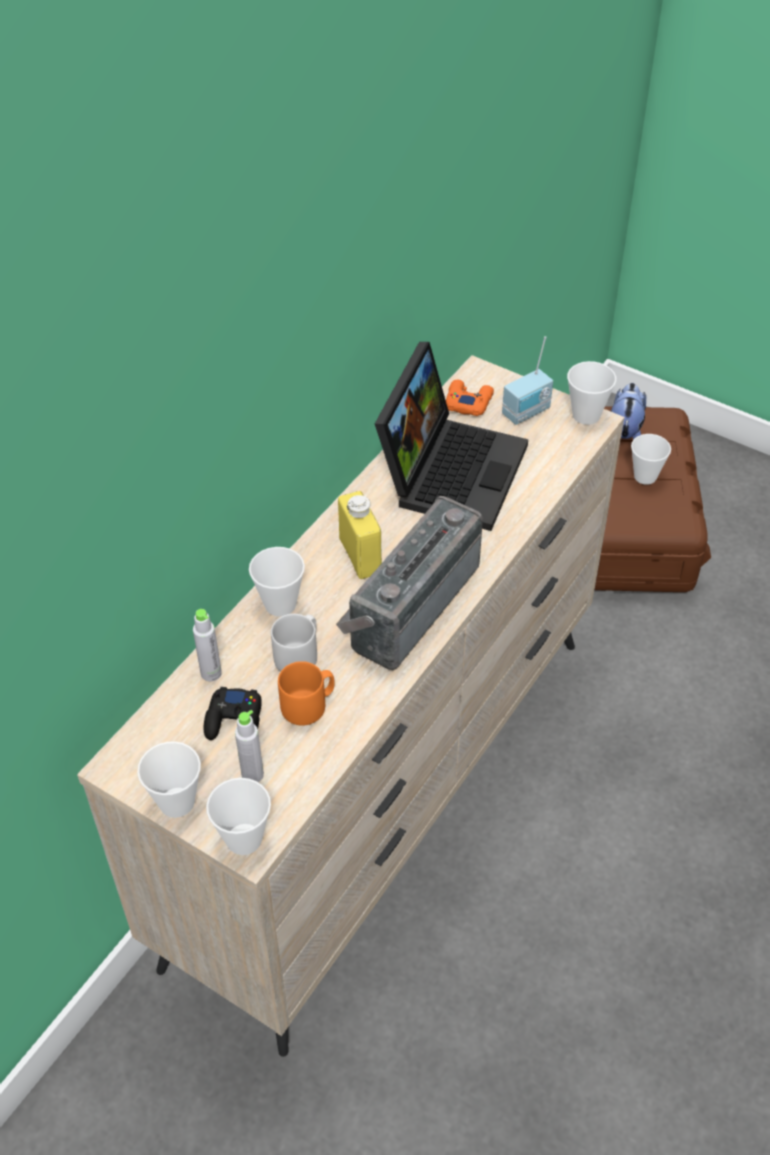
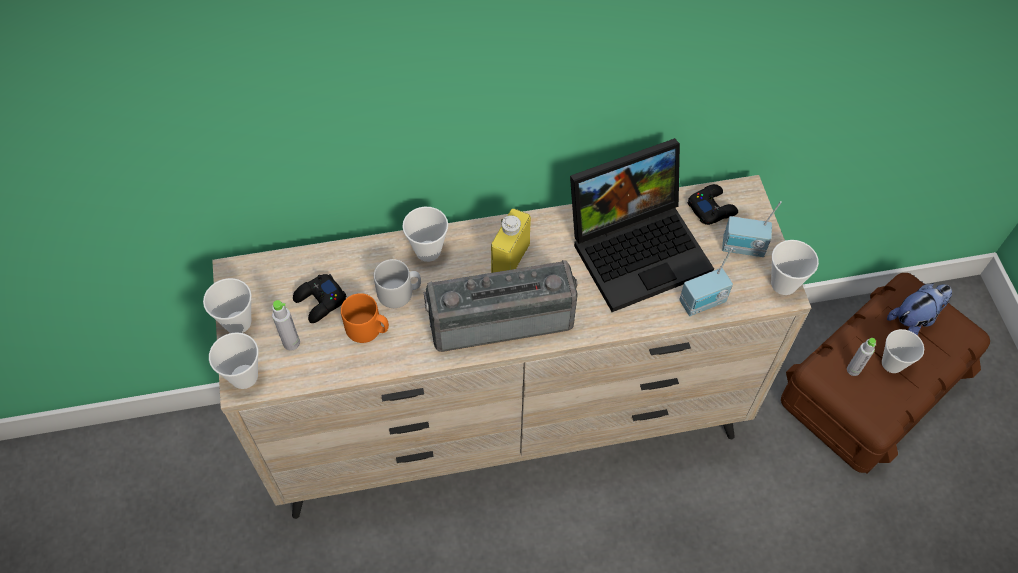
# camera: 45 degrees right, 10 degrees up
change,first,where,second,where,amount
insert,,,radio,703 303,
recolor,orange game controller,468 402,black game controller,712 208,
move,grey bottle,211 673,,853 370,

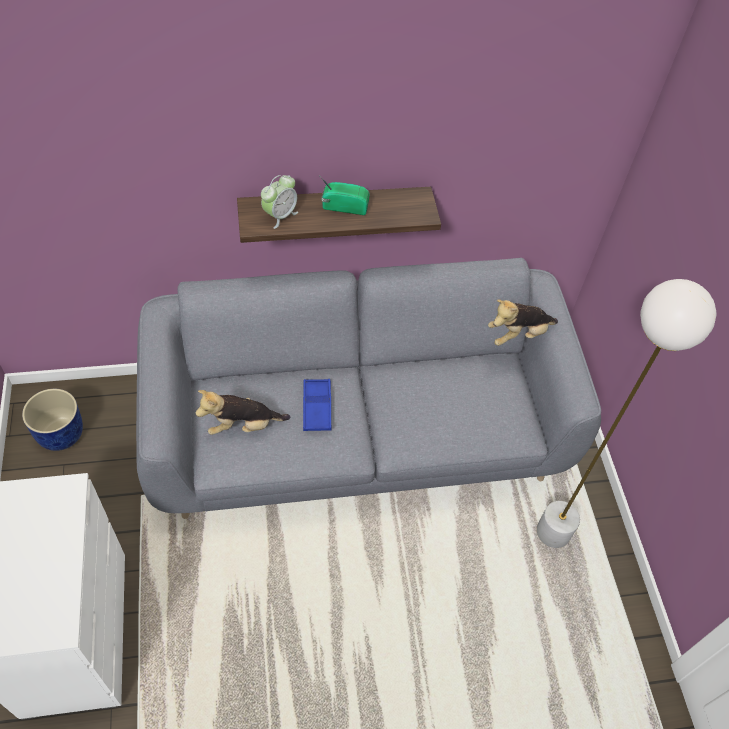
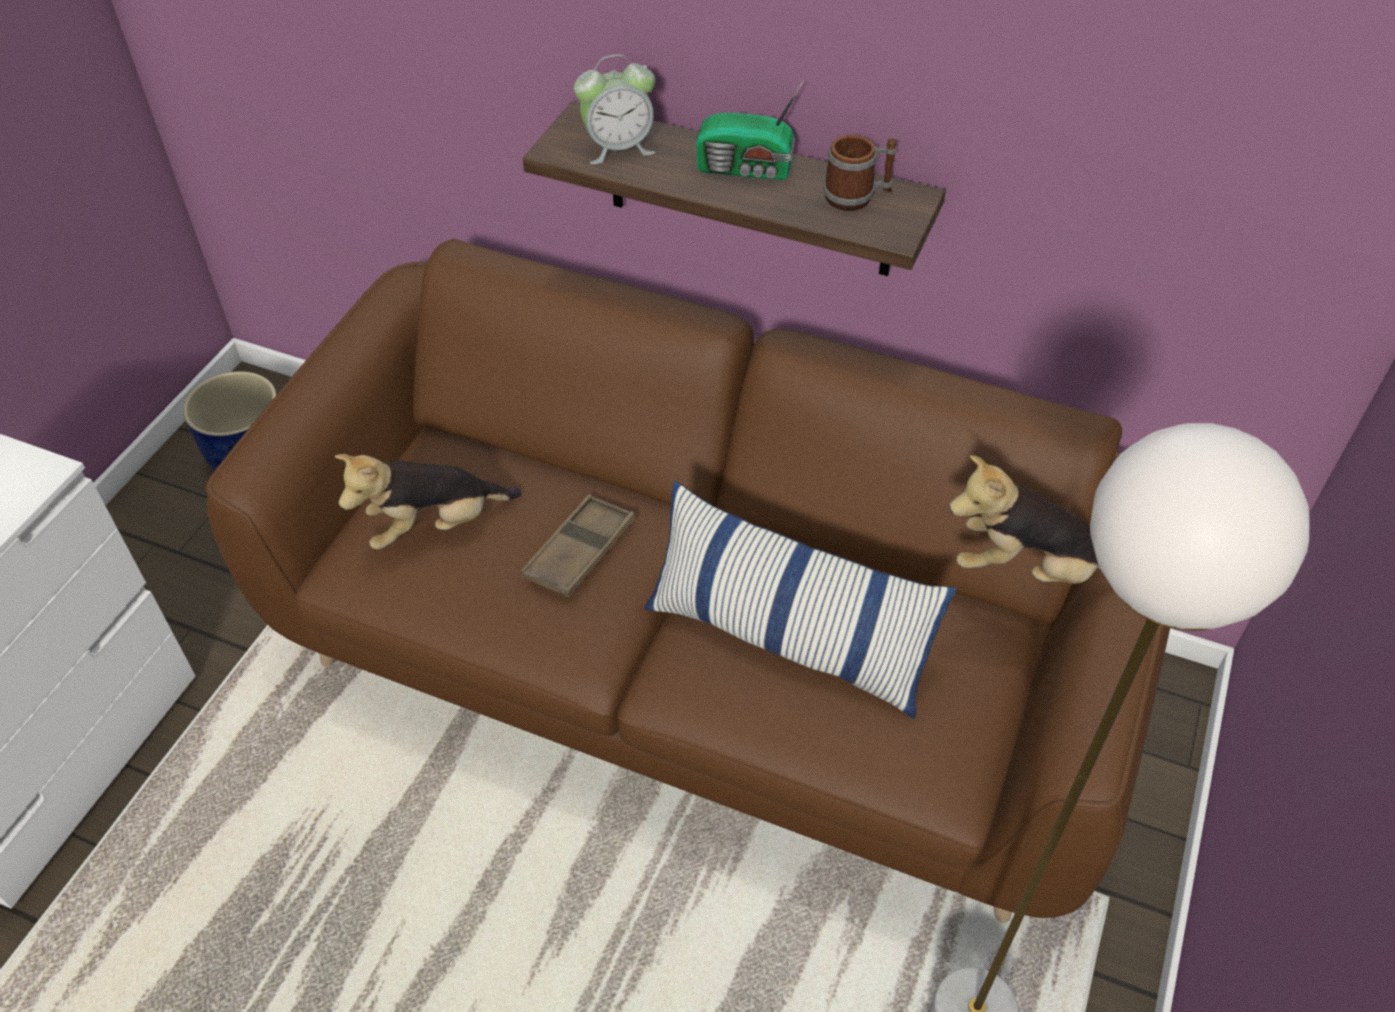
# camera: 35 degrees right, 5 degrees down
change,first,where,second,where,amount
recolor,grey sofa,357 435,brown sofa,697 666,
rotate,plush toy,242 425,,434 526,45 degrees counterclockwise
recolor,blue tray,317 407,brown tray,579 551,
insert,,,pillow,787 637,
rotate,radio,344 206,,747 169,150 degrees clockwise
insert,,,mug,857 196,

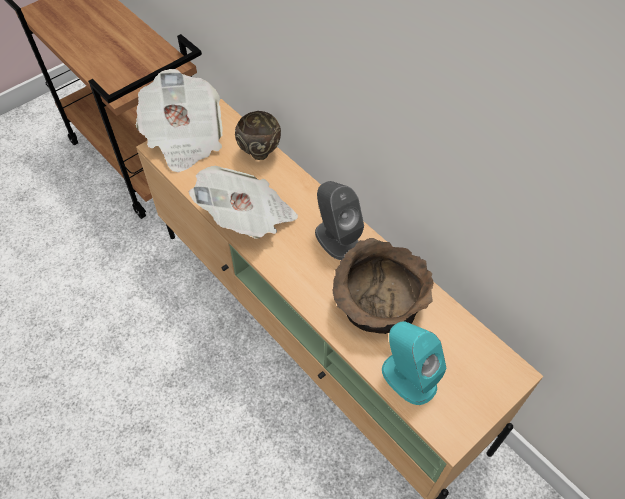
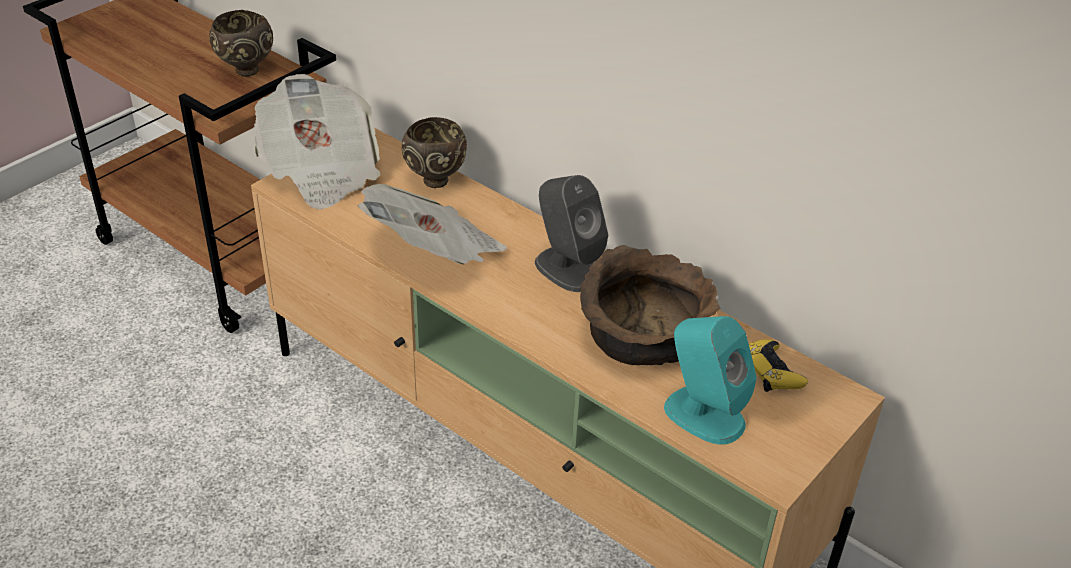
# camera: 10 degrees left, 15 degrees down
change,first,where,second,where,amount
insert,,,brown bowl,245 70,
insert,,,yellow game controller,772 371,

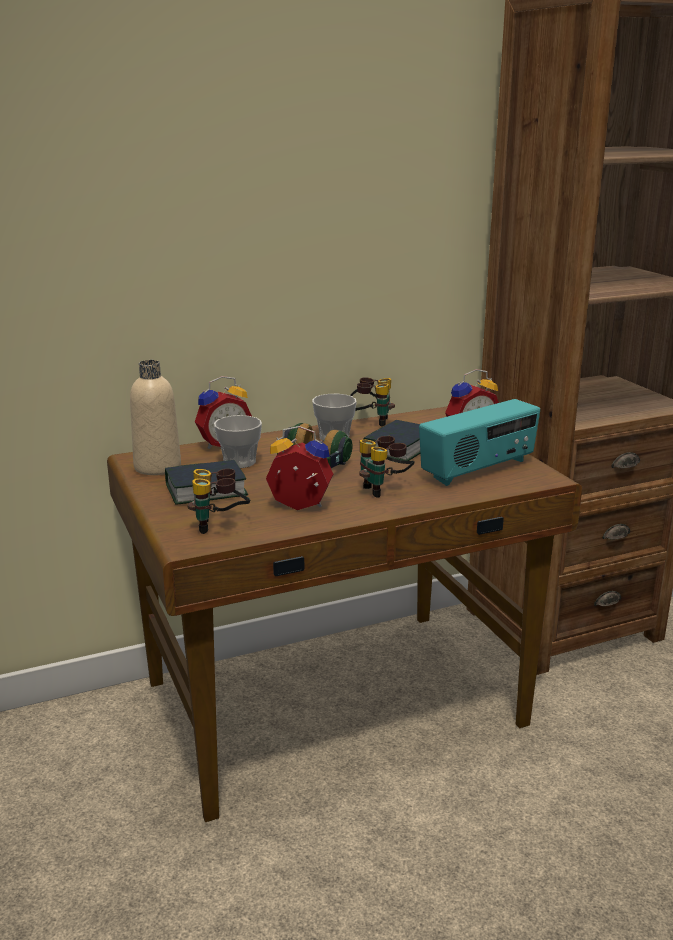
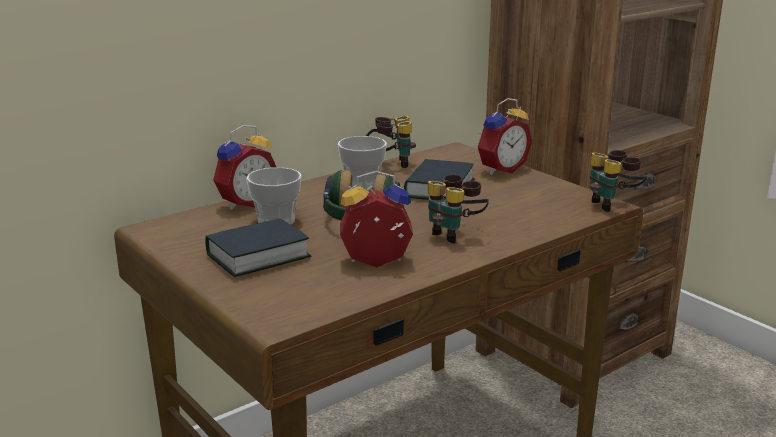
# camera: 15 degrees left, 0 degrees up
change,first,where,second,where,amount
move,binoculars,220 526,,613 205,
delete,beige bottle,157 467,,,
delete,radio,478 470,,,

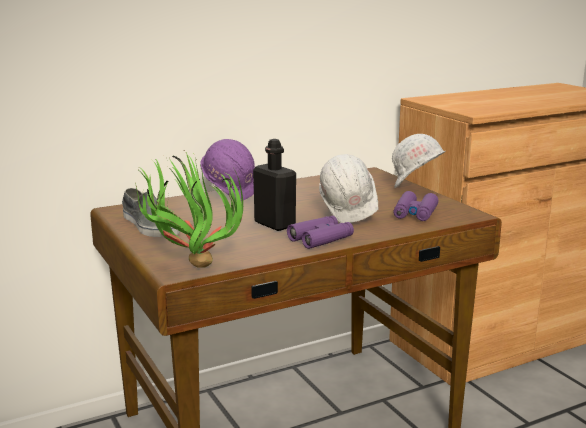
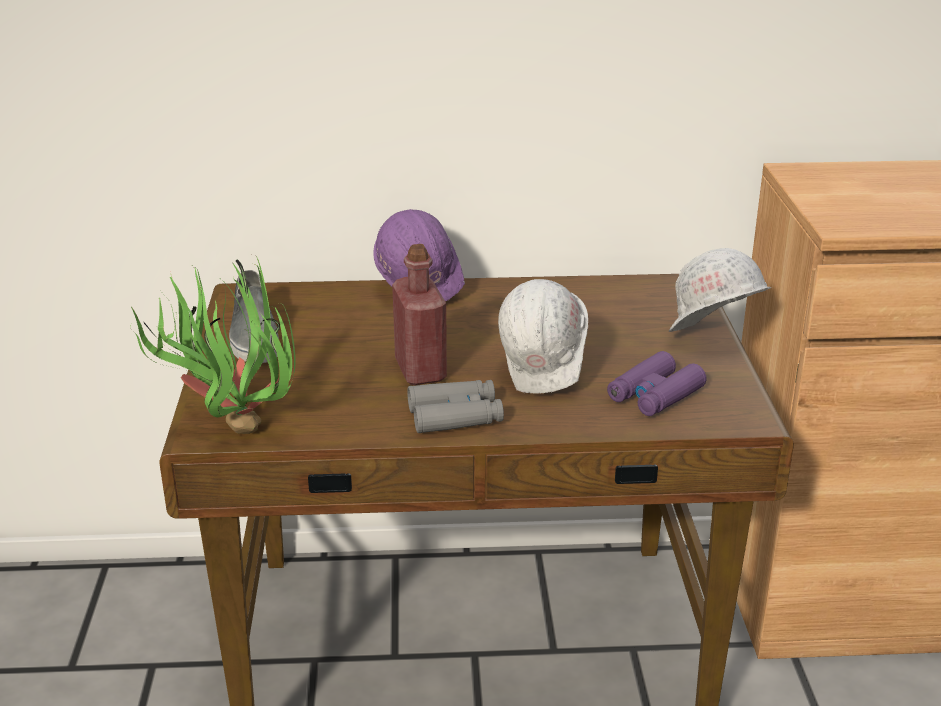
# camera: 25 degrees right, 10 degrees up
change,first,where,second,where,amount
recolor,black bottle,275 224,red bottle,420 370,
recolor,purple binoculars,320 239,grey binoculars,455 416,

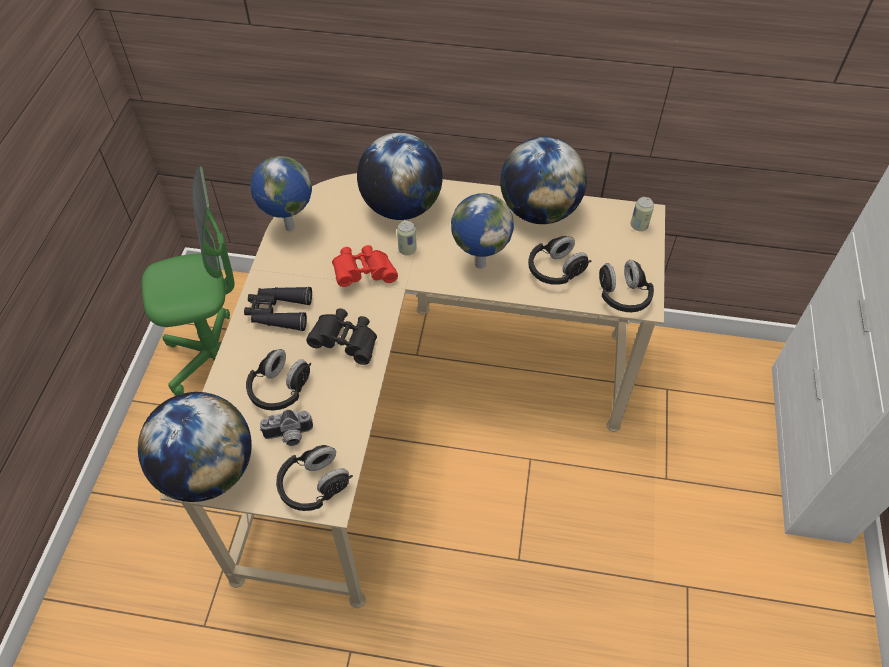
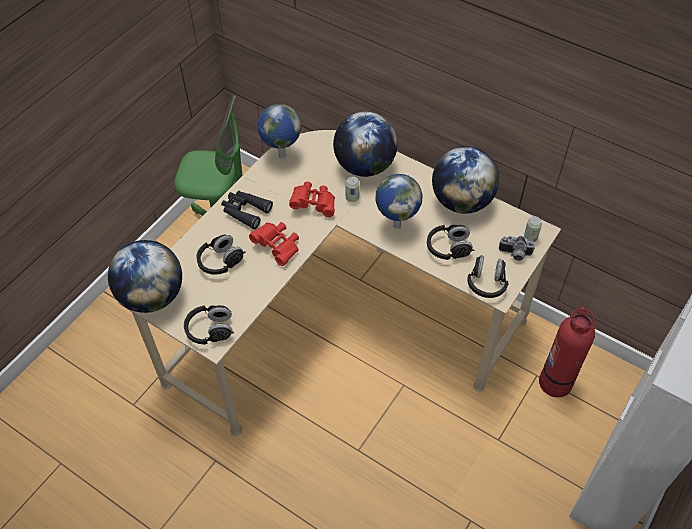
# camera: 25 degrees right, 0 degrees up
change,first,where,second,where,amount
recolor,black binoculars,346 342,red binoculars,278 247,
move,photo camera,289 436,,515 254,
insert,,,fire extinguisher,556 381,

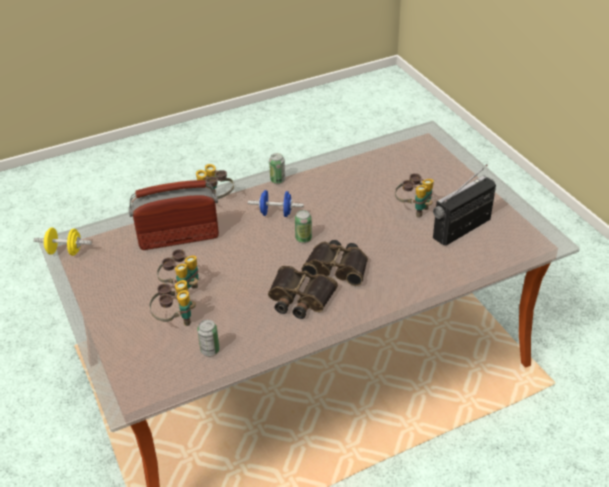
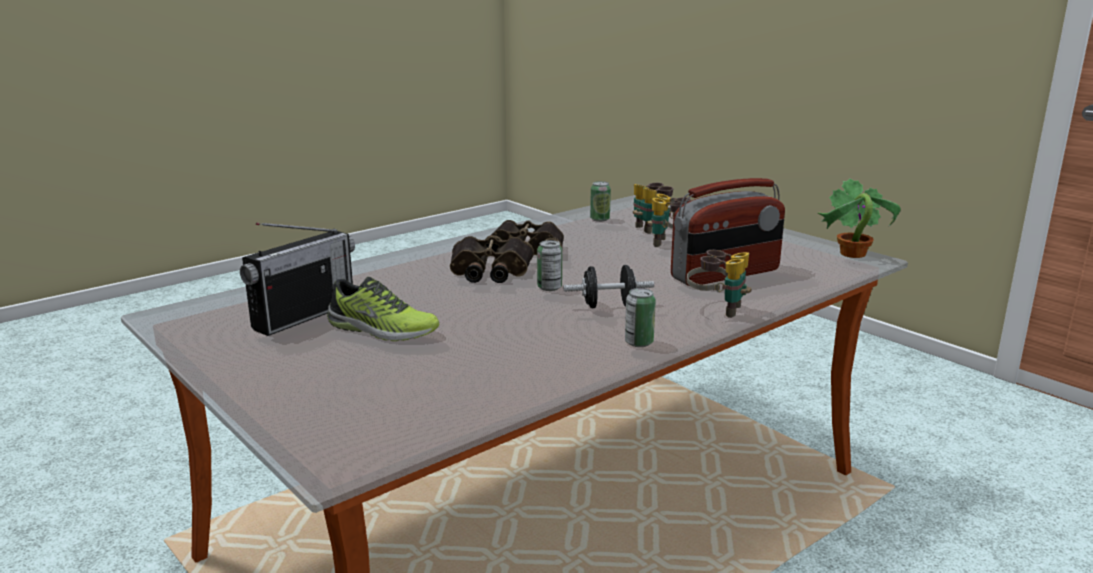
# camera: 165 degrees right, 20 degrees down
change,first,where,second,where,amount
replace,binoculars,413 209,shoe,381 330,
recolor,blue dumbbell,276 213,black dumbbell,608 306,
replace,yellow dumbbell,65 251,potted plant,852 254,

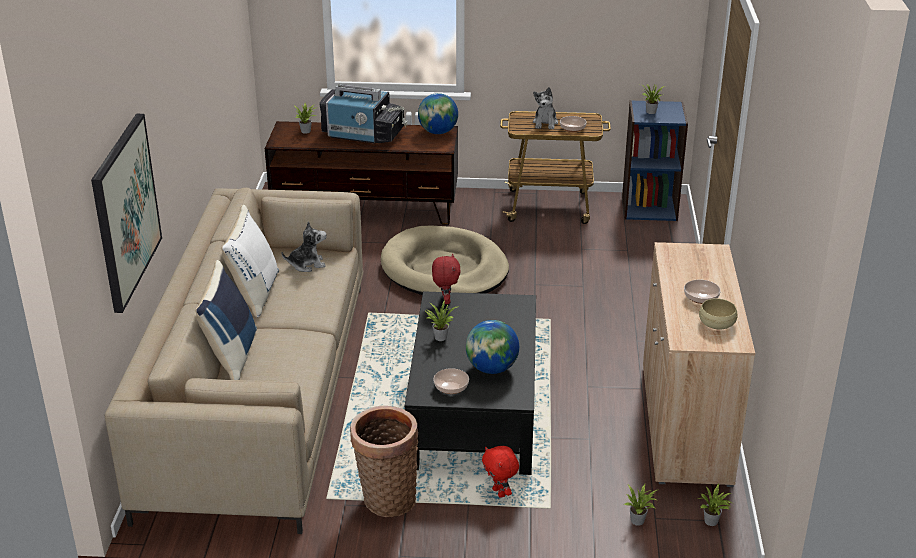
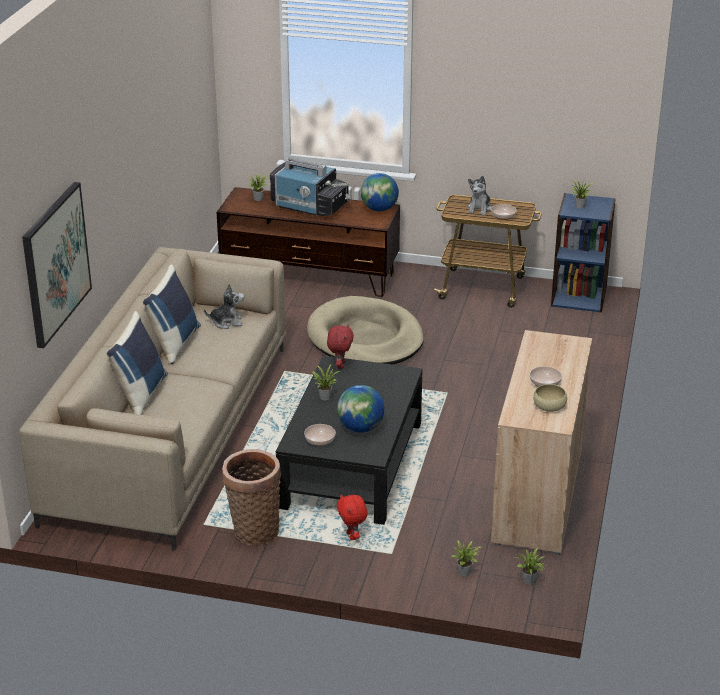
# camera: 10 degrees right, 0 degrees up
change,first,where,second,where,amount
recolor,white pillow,254 293,blue pillow,174 343,

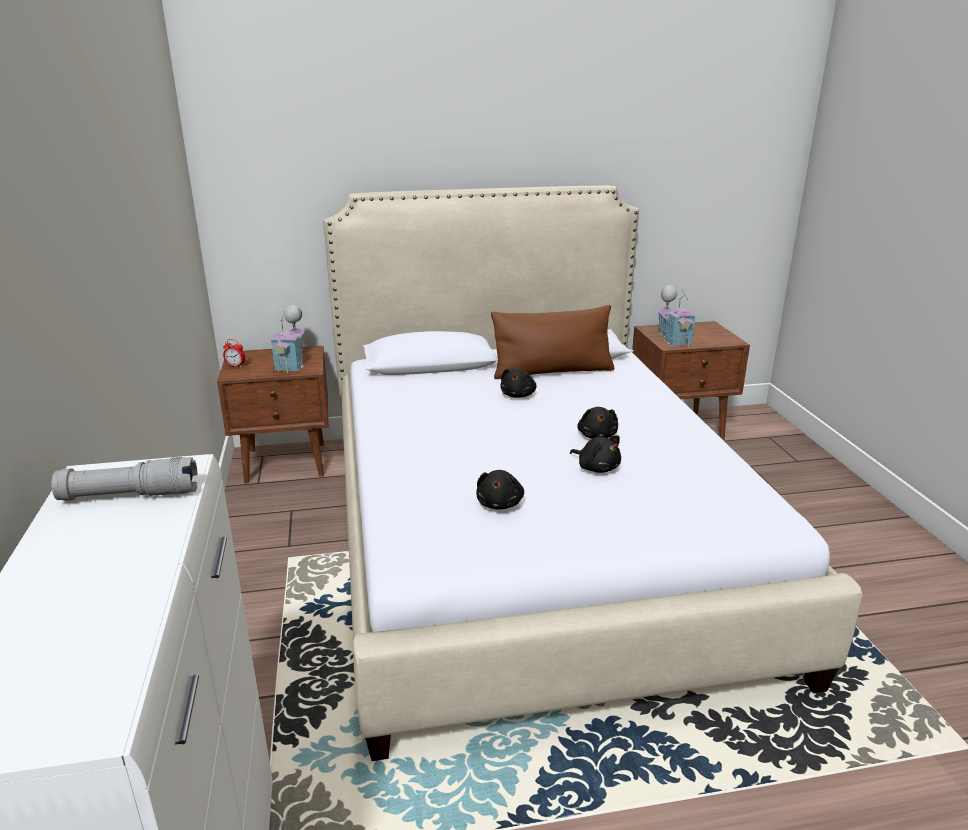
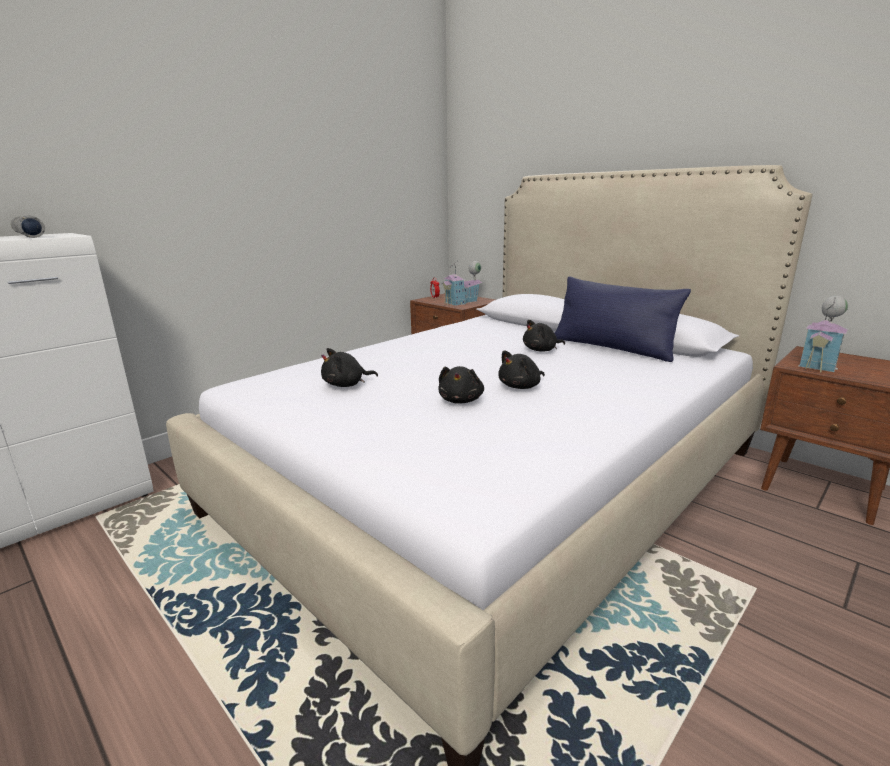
# camera: 55 degrees right, 5 degrees down
change,first,where,second,where,amount
recolor,brown pillow,552 371,blue pillow,612 348,

